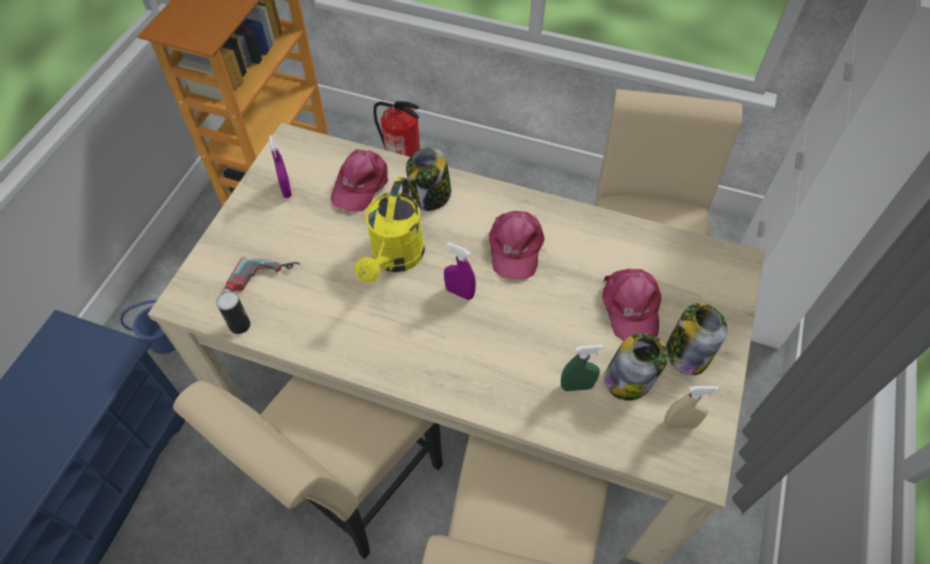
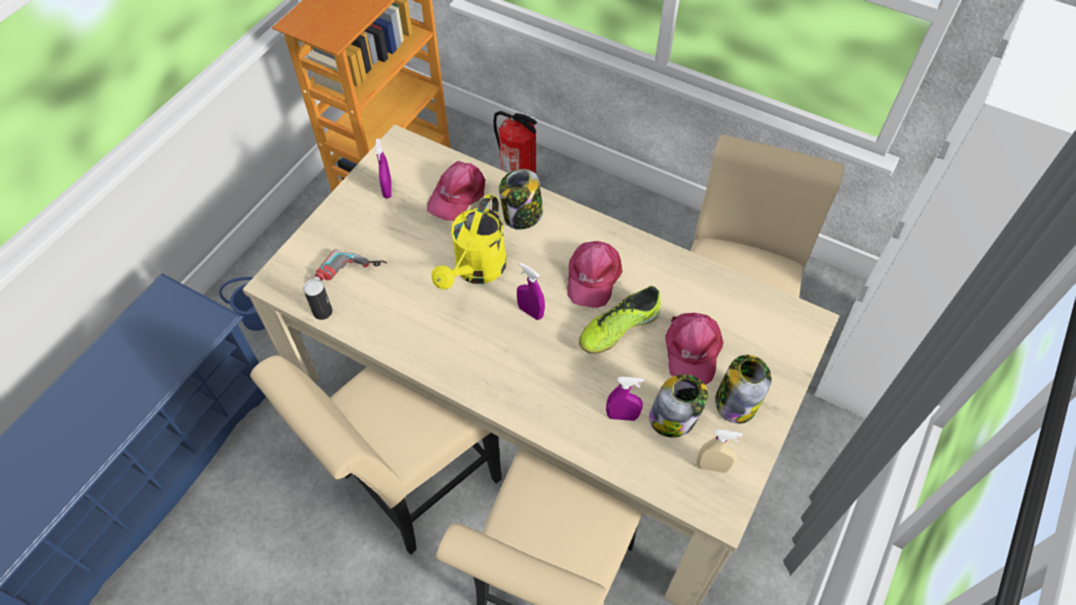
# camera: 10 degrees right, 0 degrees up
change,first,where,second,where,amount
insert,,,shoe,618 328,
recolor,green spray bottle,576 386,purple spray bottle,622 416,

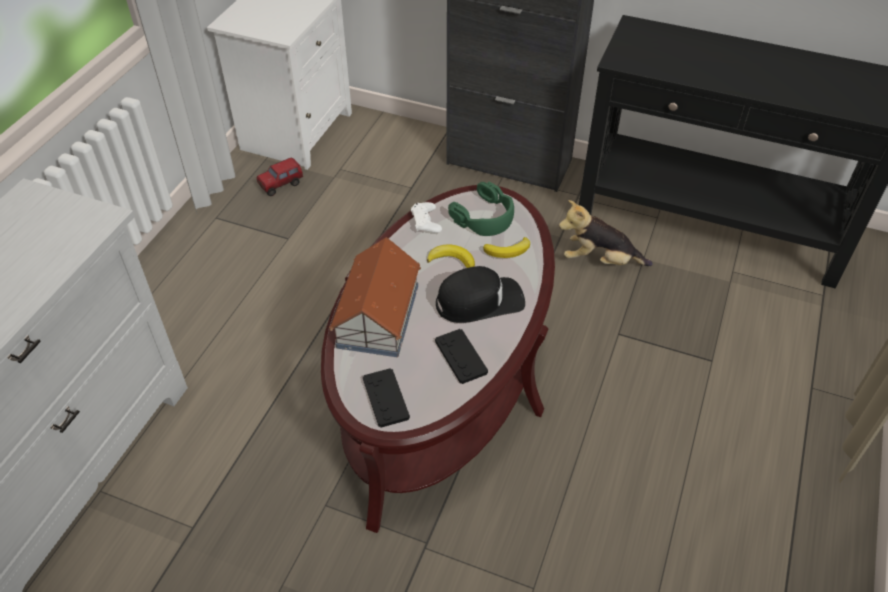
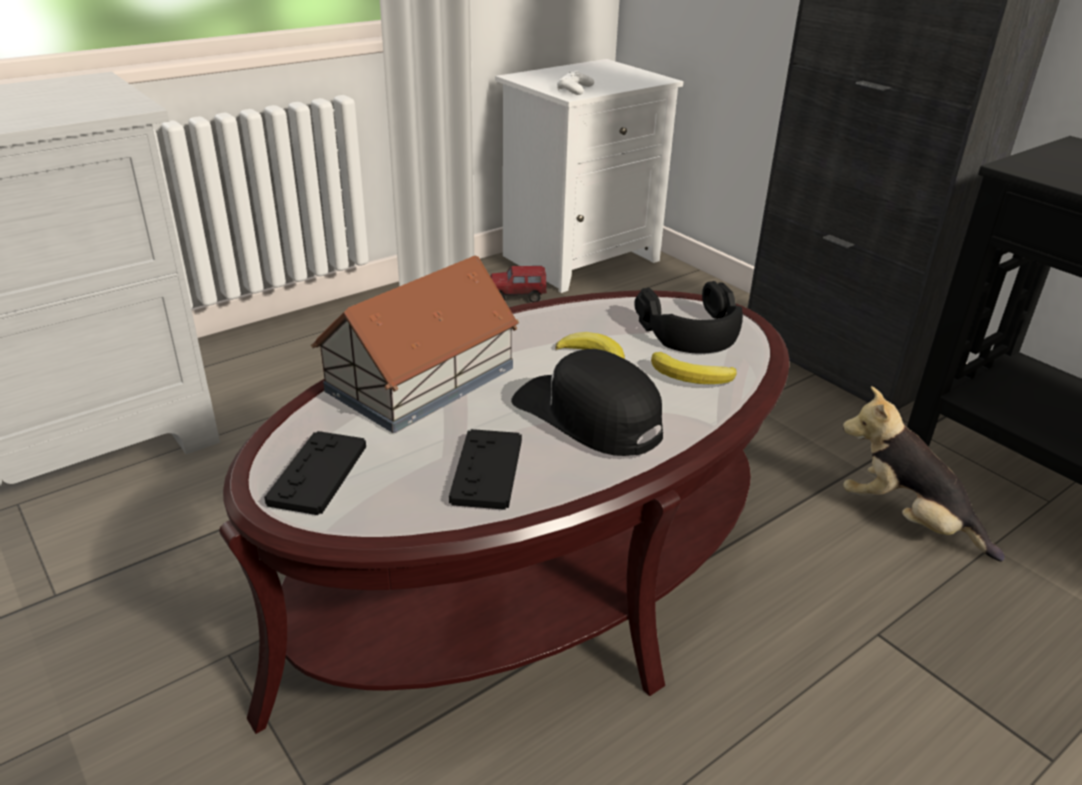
# camera: 30 degrees right, 15 degrees down
change,first,where,second,where,amount
rotate,black cap,480 301,,588 416,150 degrees counterclockwise
move,white game controller,426 222,,574 89,
recolor,green headphones,484 217,black headphones,691 330,

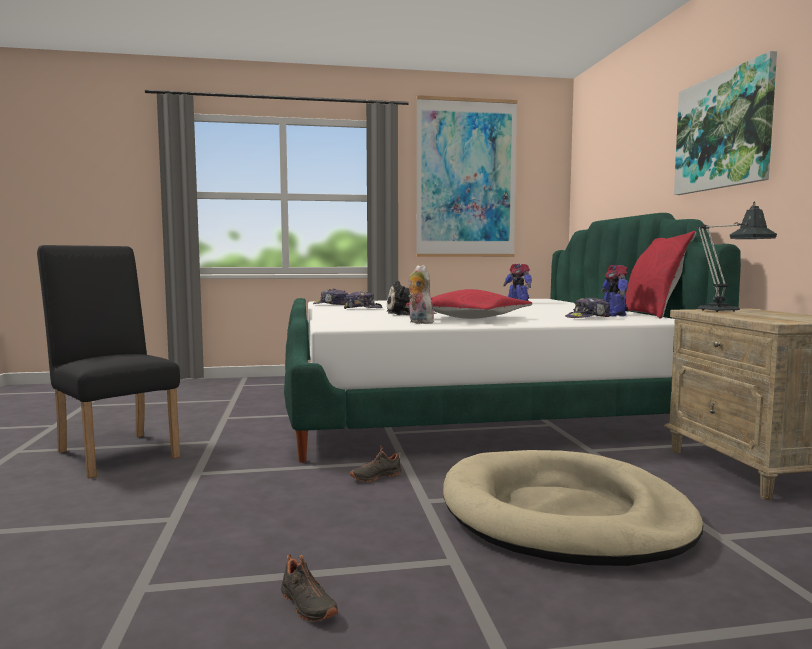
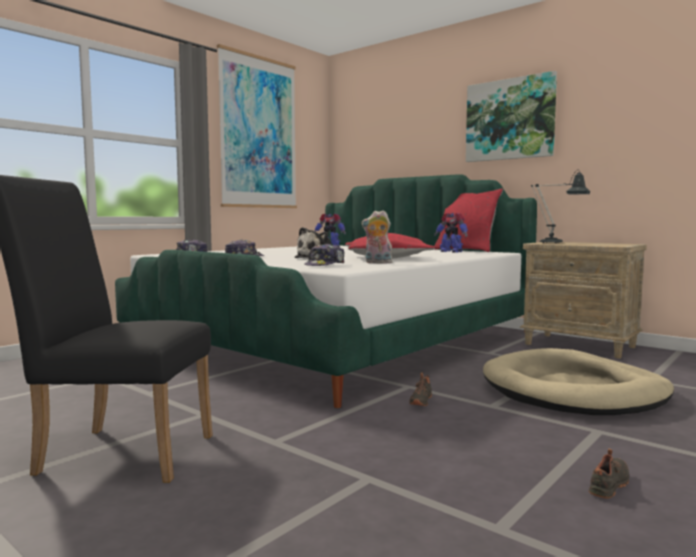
# camera: 40 degrees left, 0 degrees up
change,first,where,second,where,amount
move,cap,588 318,,325 265,
rotate,black shoe,306 605,,610 485,60 degrees counterclockwise

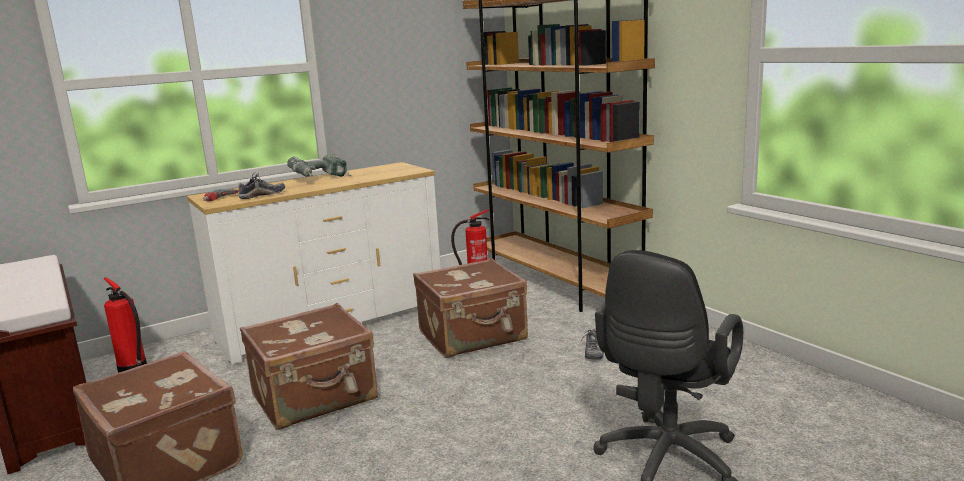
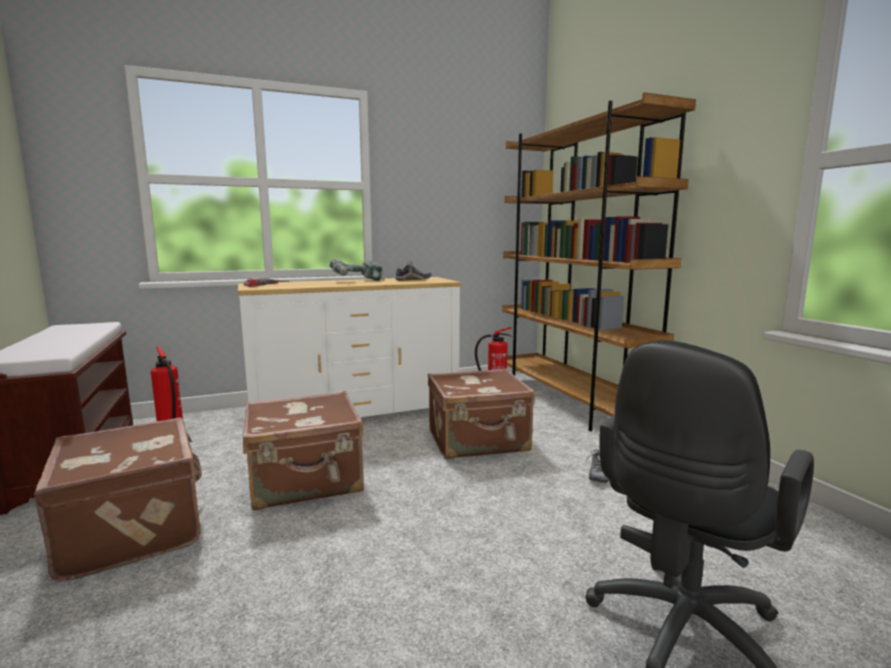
# camera: 10 degrees right, 5 degrees down
change,first,where,second,where,amount
move,shoe,262 195,,413 280,

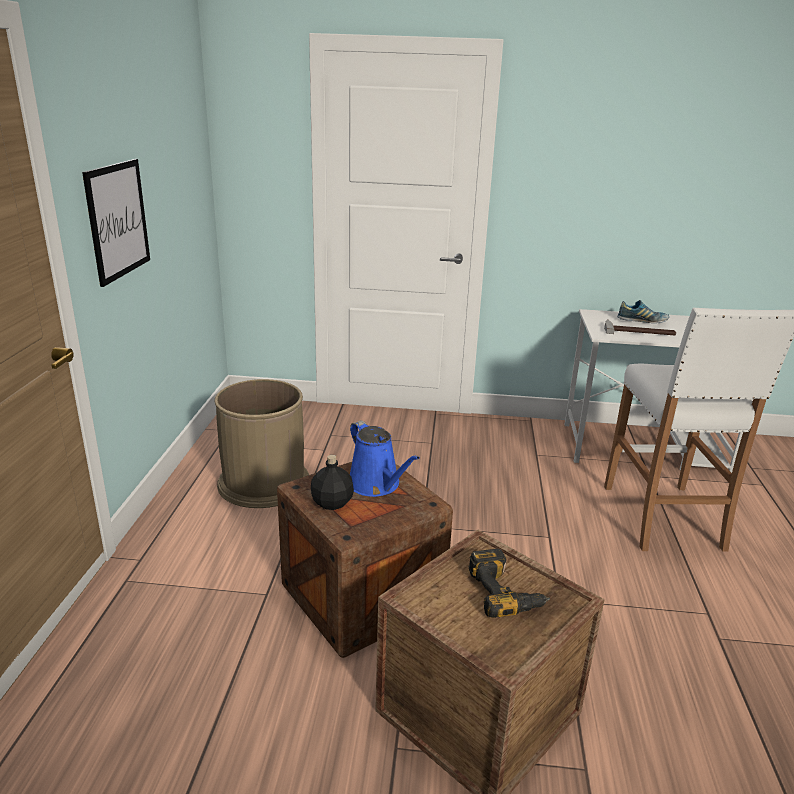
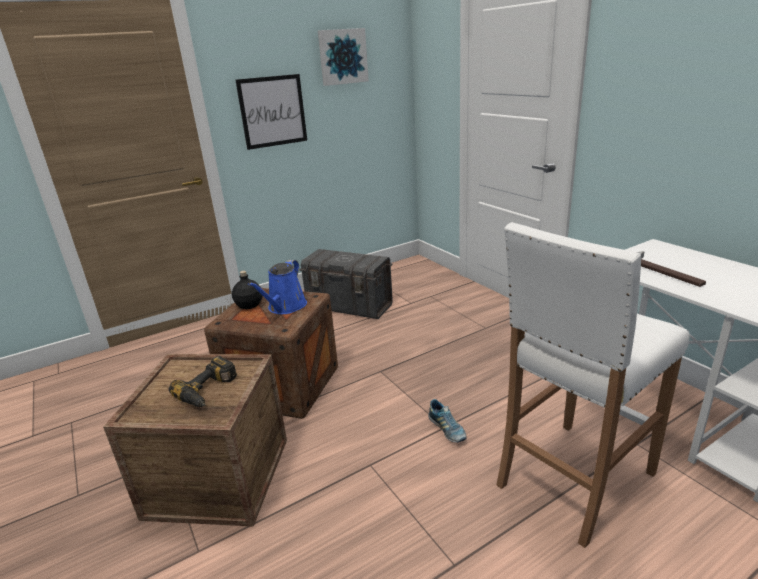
# camera: 55 degrees right, 0 degrees up
change,first,where,second,where,amount
replace,brown trash can,264 482,grey storage box,350 306,
insert,,,picture,342 57,
move,shoe,642 321,,447 429,

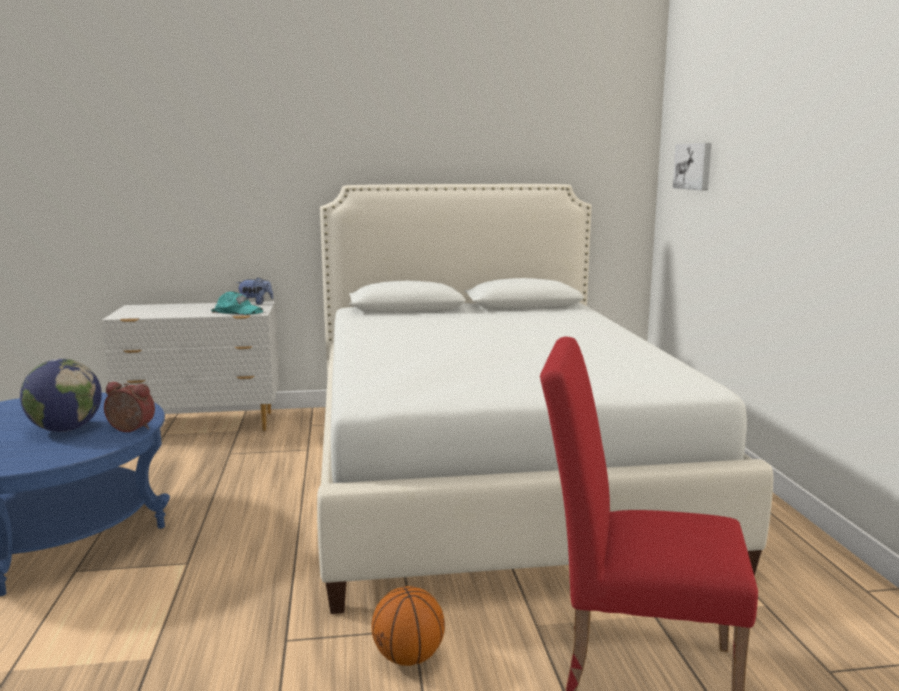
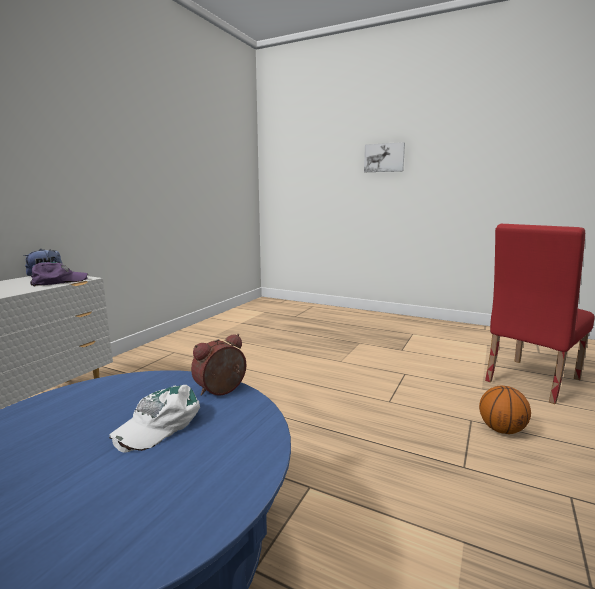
# camera: 55 degrees left, 0 degrees up
change,first,where,second,where,amount
recolor,turquoise cap,238 311,purple cap,59 281,
replace,globe,66 429,white cap,158 424,
move,picture,694 166,,384 158,
delete,white bed,491 472,,,

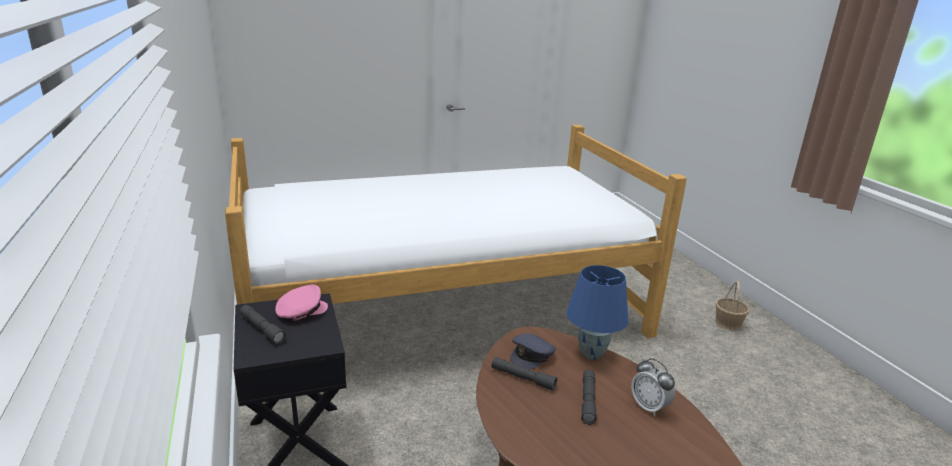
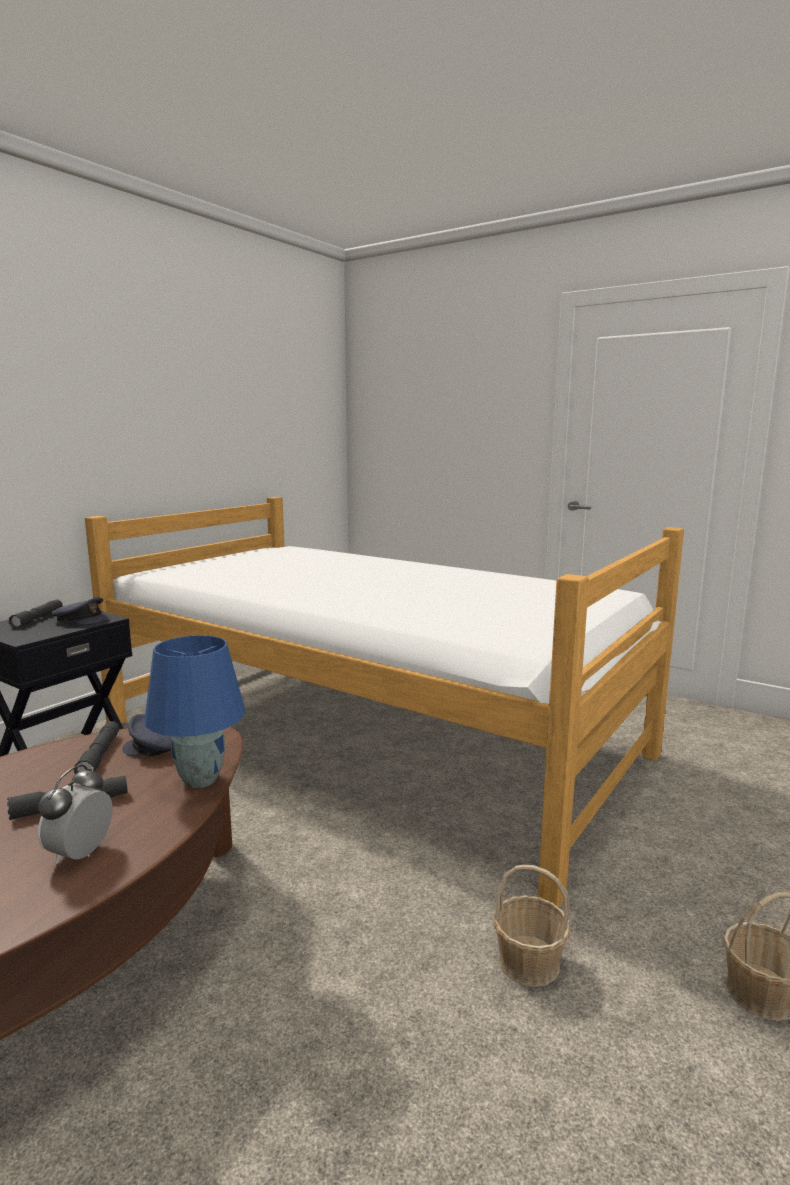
# camera: 55 degrees right, 10 degrees down
change,first,where,second,where,amount
recolor,pink cap,300 311,grey cap,81 619,
insert,,,basket,528 962,

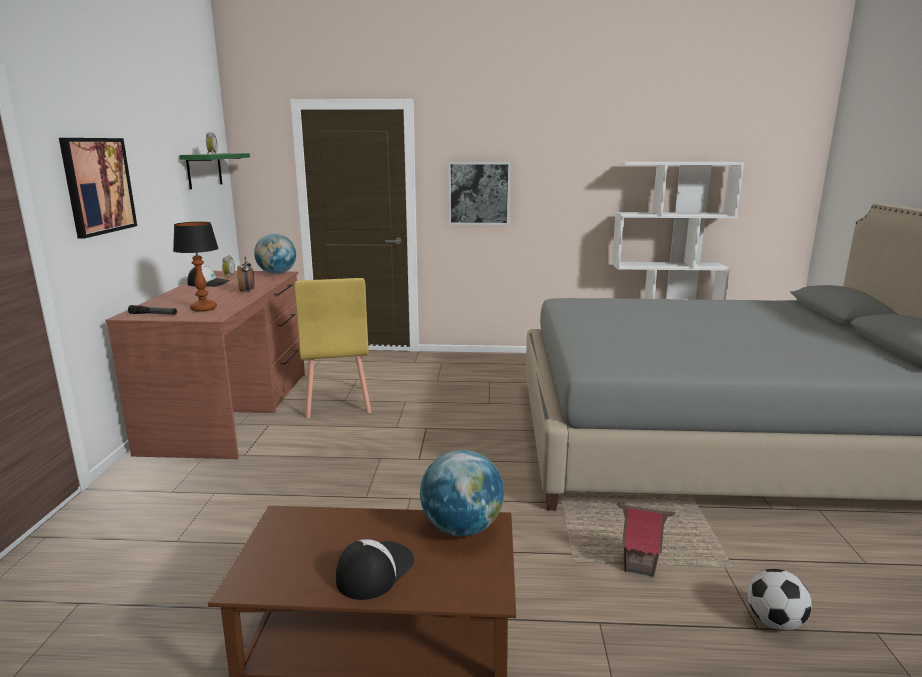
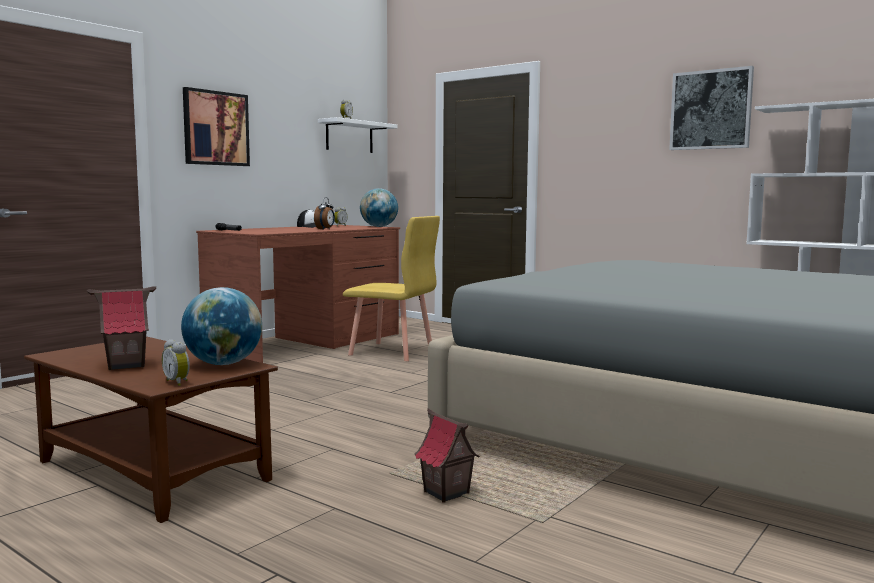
# camera: 35 degrees right, 10 degrees down
change,first,where,second,where,amount
replace,cap,374 570,toy house,126 365,
insert,,,alarm clock,178 382,
recolor,green shelf,204 170,white shelf,349 137,
rotate,yellow chair,337 403,,392 352,90 degrees counterclockwise
move,picture,479 193,,711 110,
delete,table lamp,203 308,,,
delete,football,774 622,,,

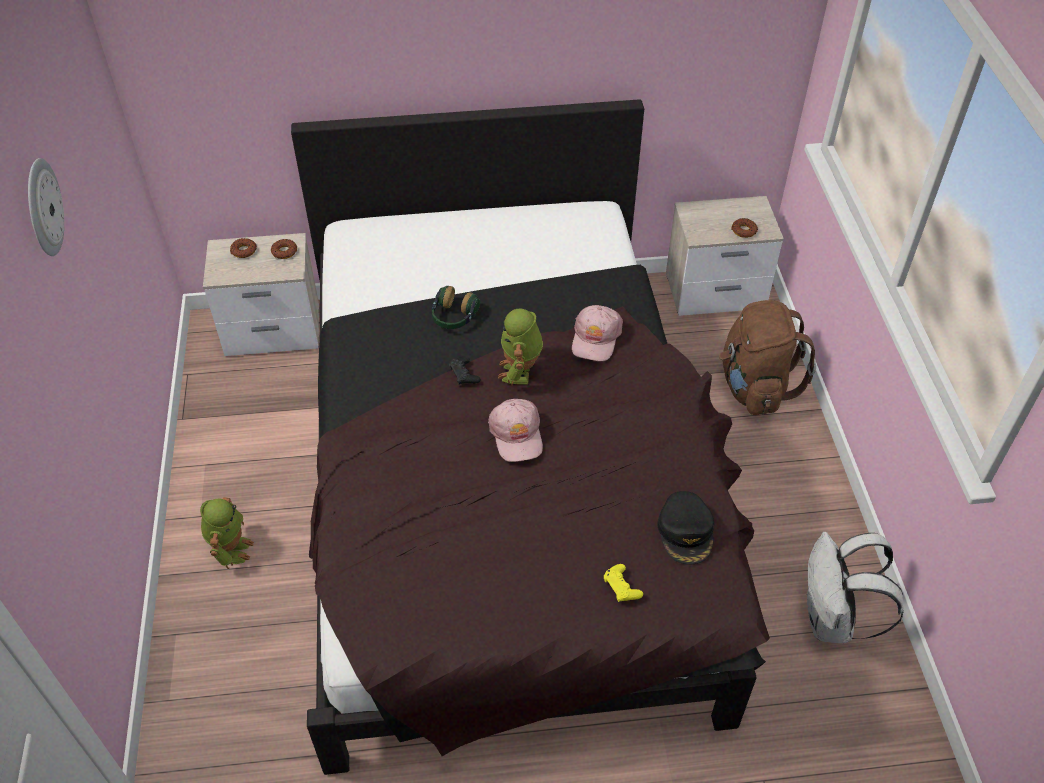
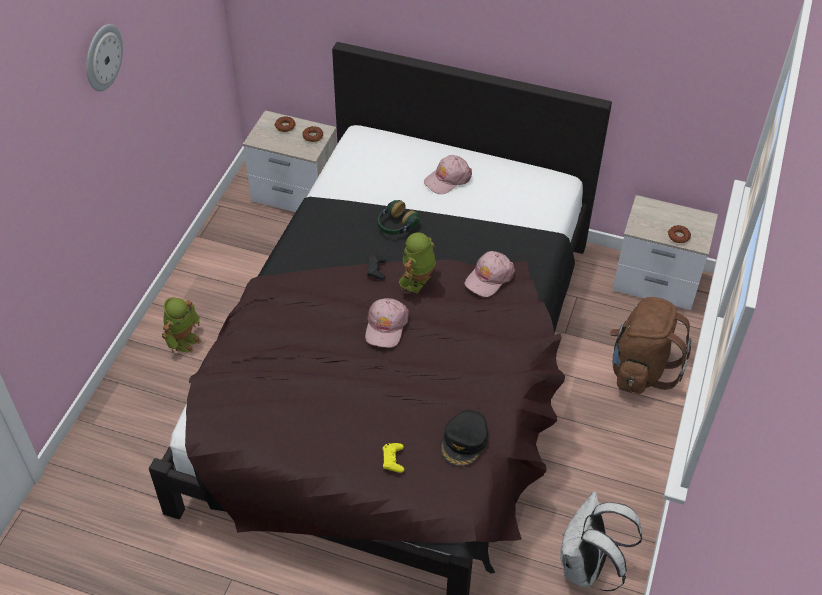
# camera: 25 degrees right, 0 degrees up
change,first,where,second,where,amount
insert,,,pink cap,447 179,

